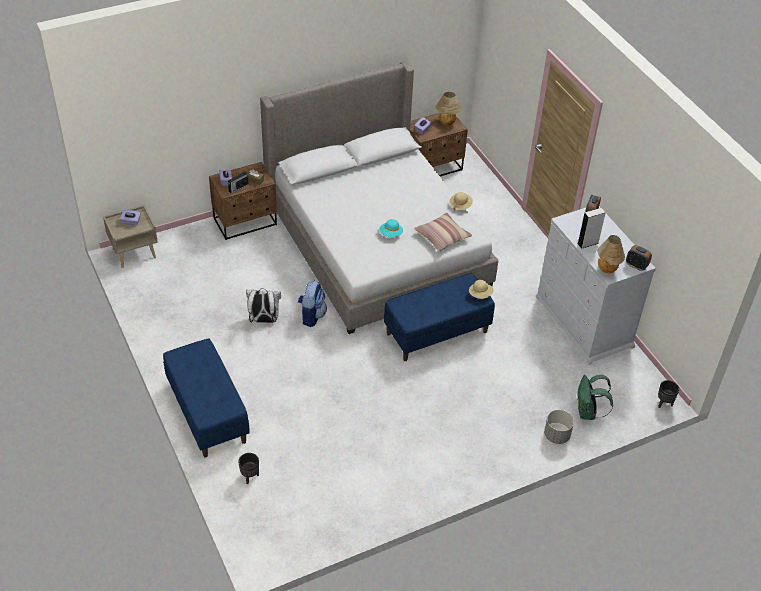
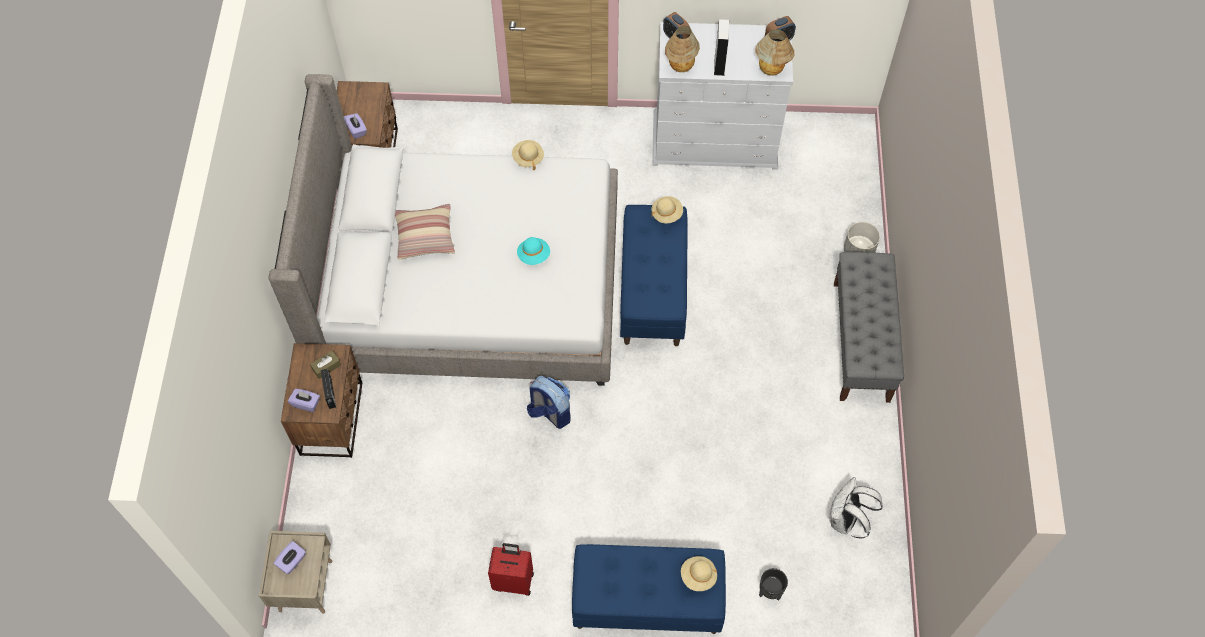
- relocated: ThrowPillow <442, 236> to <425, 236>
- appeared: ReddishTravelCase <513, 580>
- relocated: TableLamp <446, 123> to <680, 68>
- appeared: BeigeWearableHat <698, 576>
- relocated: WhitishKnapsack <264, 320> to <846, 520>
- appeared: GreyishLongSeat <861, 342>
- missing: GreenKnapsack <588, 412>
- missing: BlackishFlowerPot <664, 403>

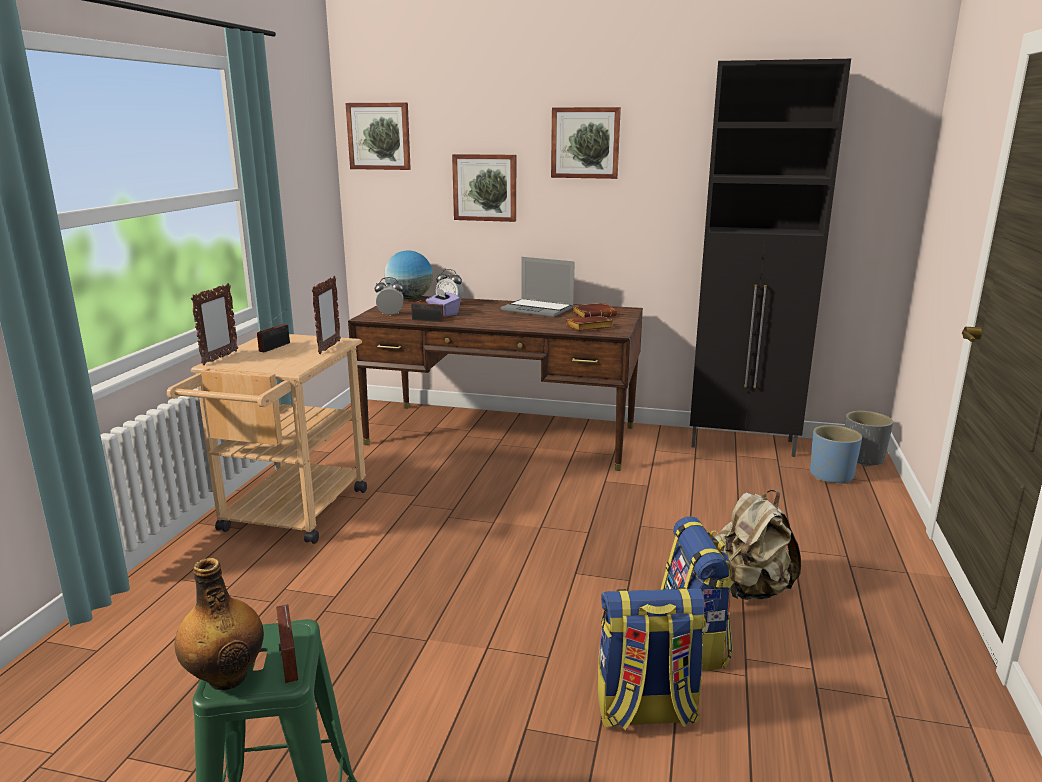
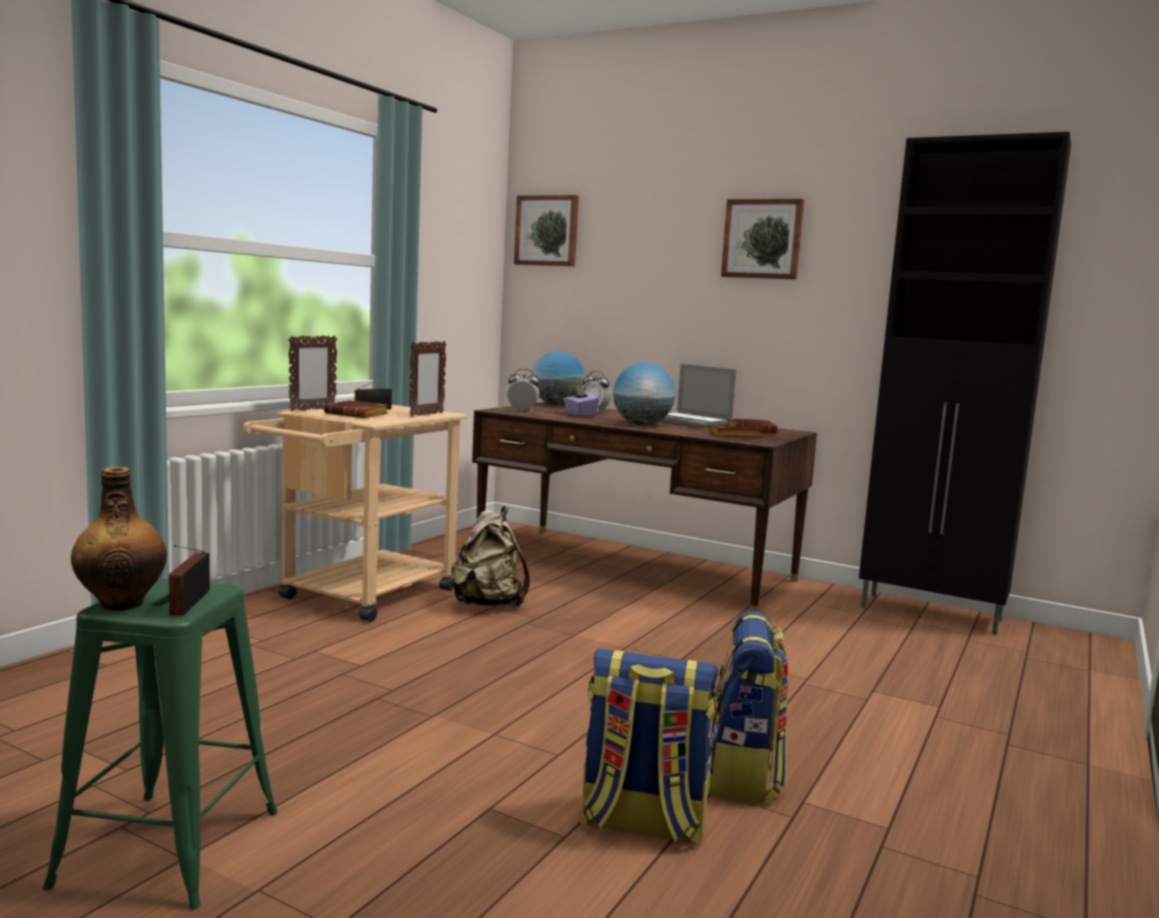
- appeared: BrownishBoundBook <358, 415>
- relocated: BeigeKnapsack <750, 589> to <488, 604>
- appeared: DeskGlobe <642, 424>
- missing: RadioSet <429, 320>
- missing: WallArt <485, 187>
- missing: BluishFlowerPot <831, 476>
- missing: GreyishFlowerPot <863, 459>

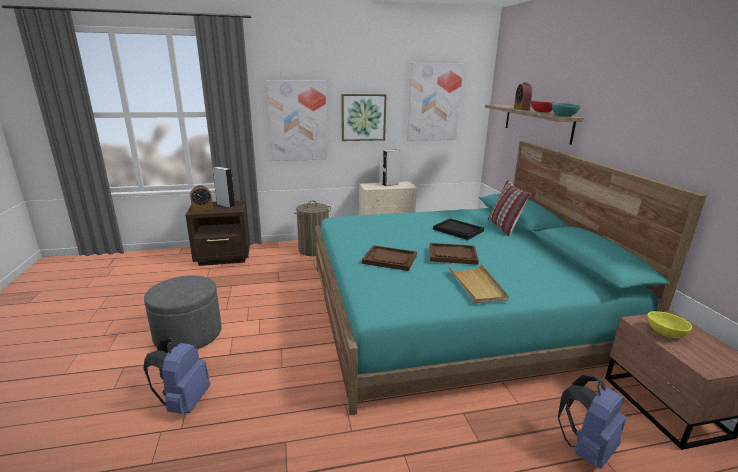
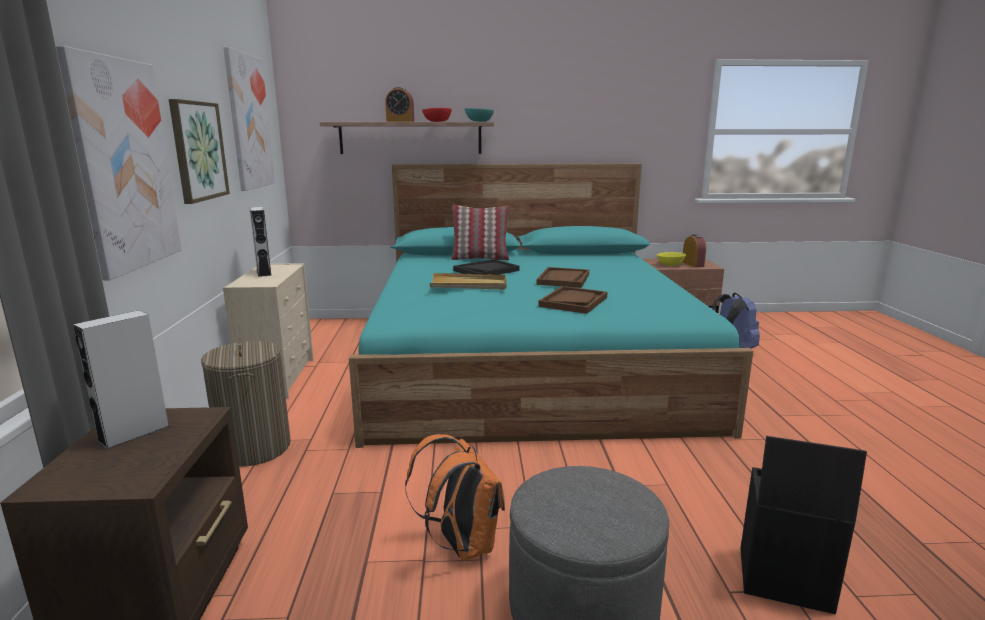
- appeared: OrangeKnapsack <461, 544>
- relocated: BeigeTray <477, 286> to <469, 285>
- relocated: AlarmClock <202, 208> to <692, 264>
- exchanged: BluishKnapsack <184, 402> to BlackishStorageBin <782, 579>

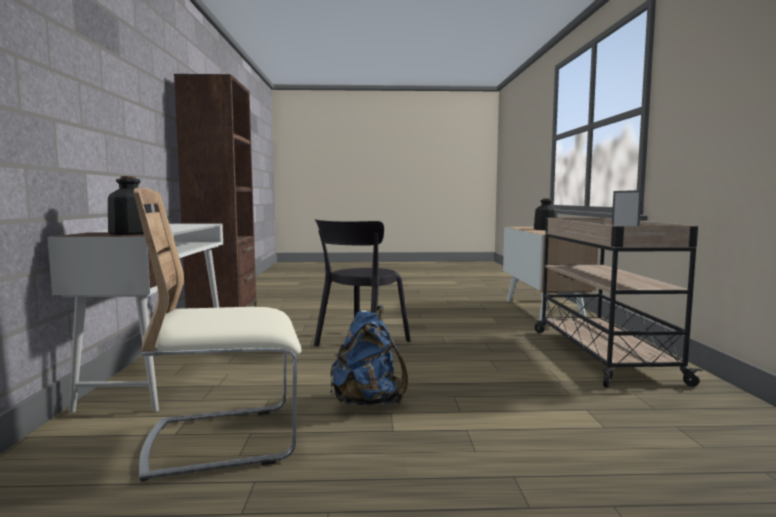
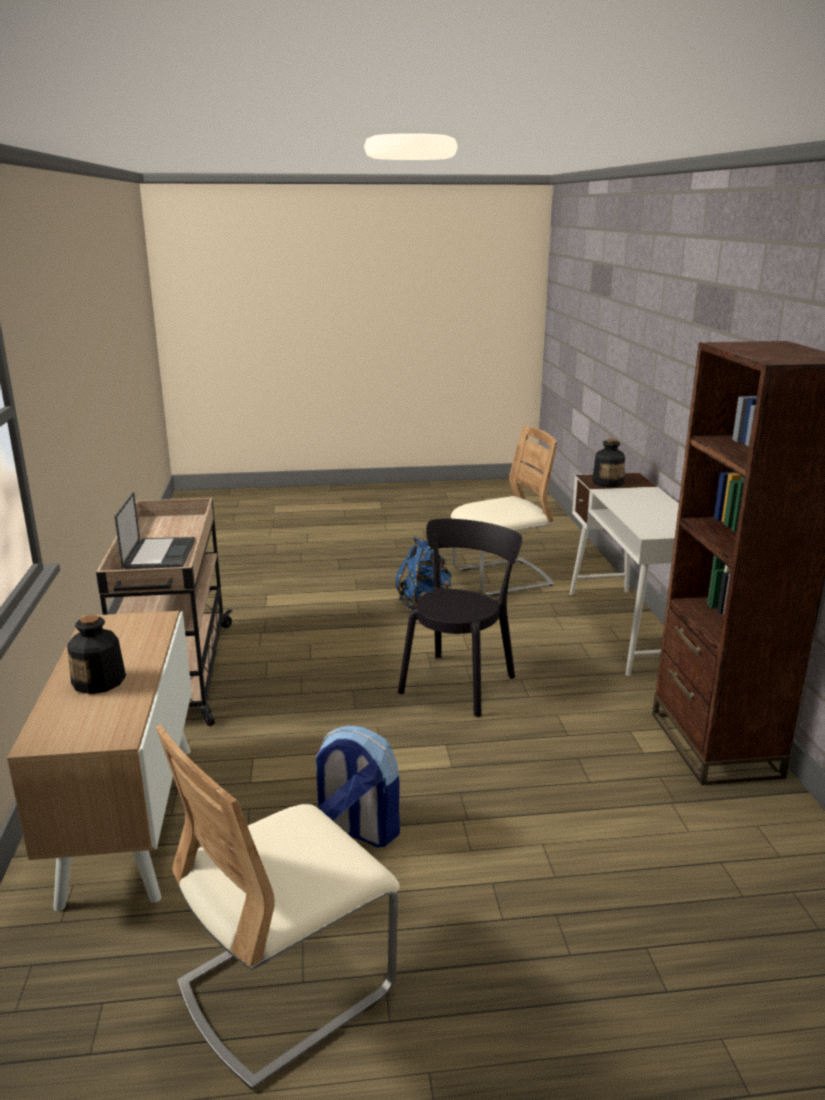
- appeared: BeigeChair <286, 987>
- appeared: Knapsack <357, 829>

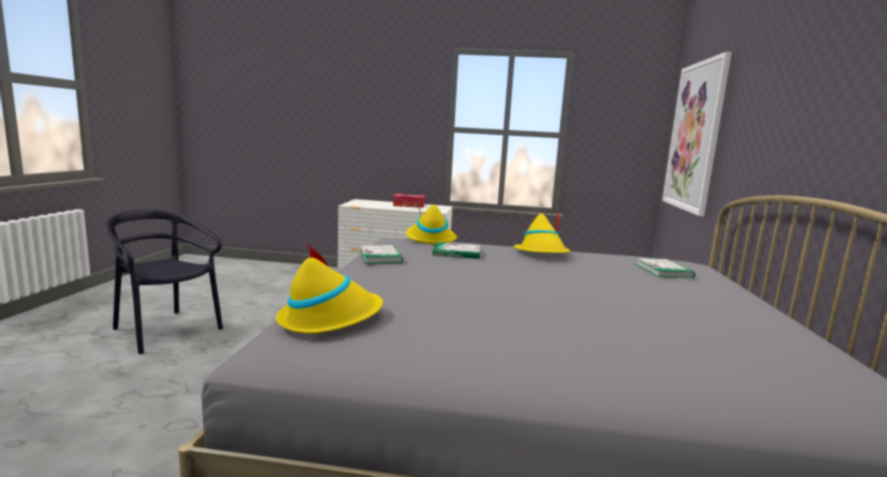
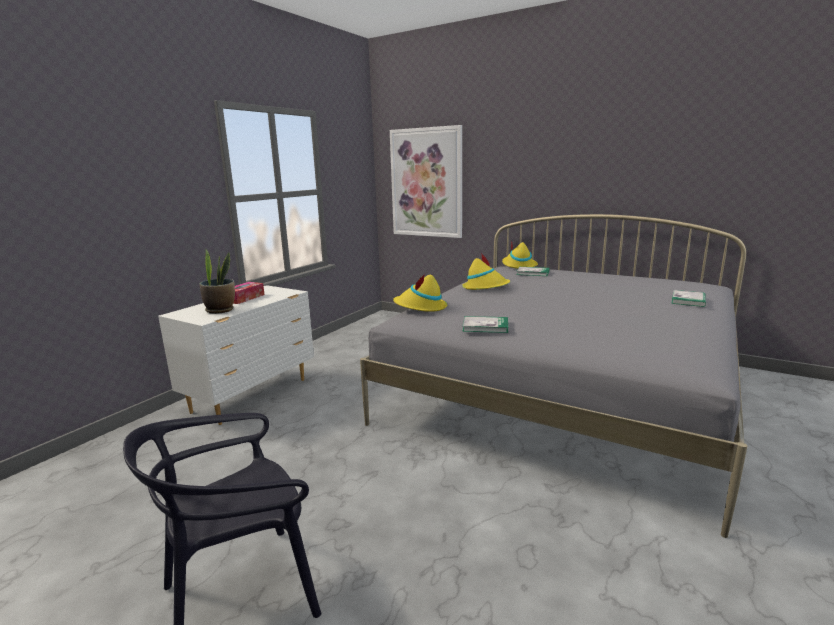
- appeared: PottedPlant <220, 310>
- relocated: YellowWearableHat <330, 319> to <518, 265>
- relocated: BoundBook <457, 253> to <688, 300>

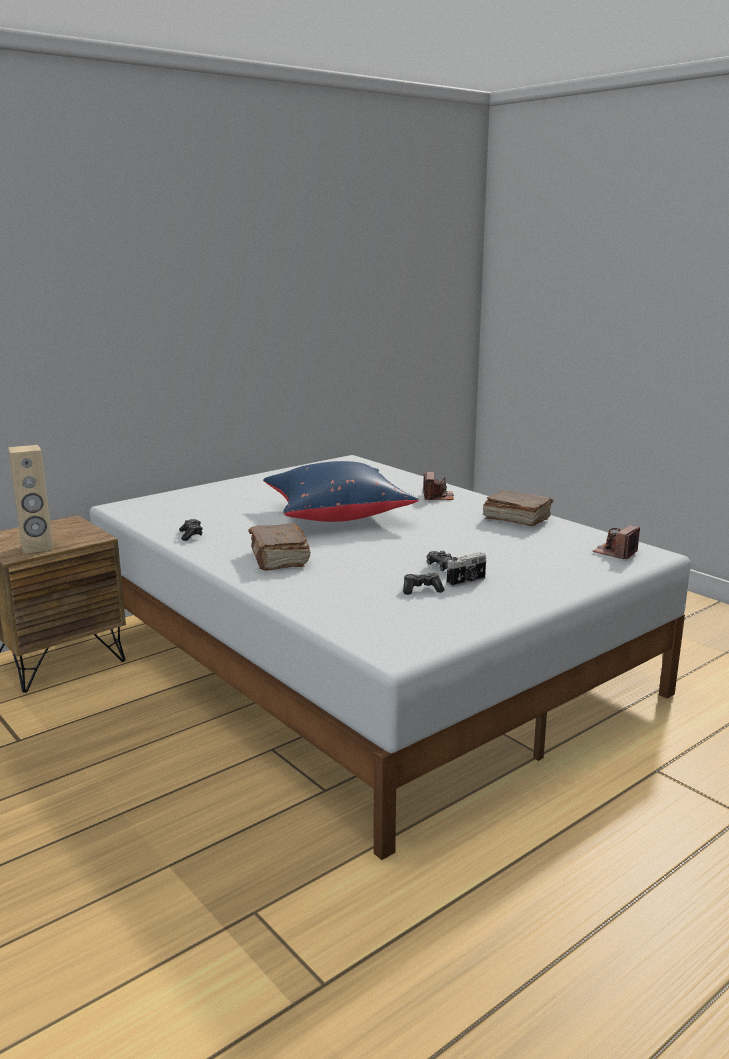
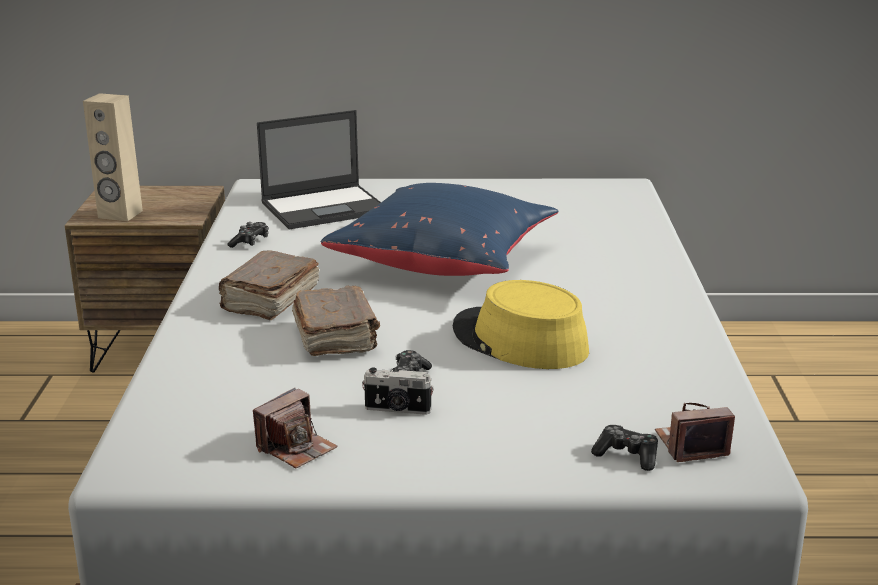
- relocated: StillCamera <438, 497> to <296, 448>
- appeared: NotebookComputer <325, 207>
- relocated: BrownishBoundBook <516, 519> to <336, 338>
- appeared: YellowWearableHat <519, 341>
- relocated: Joypad <421, 589> to <627, 455>

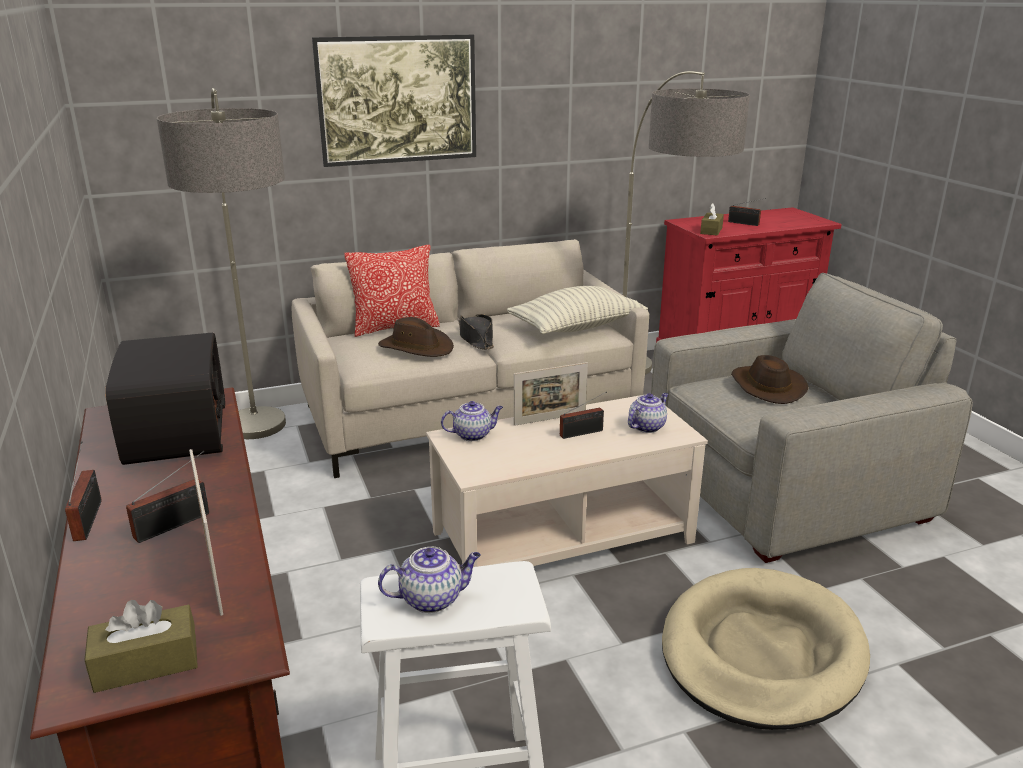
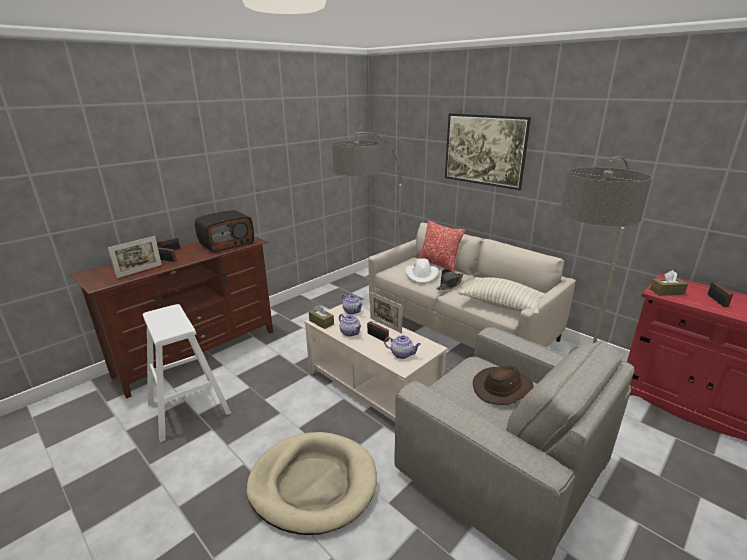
- relocated: BrownishBoxOfTissues <146, 663> to <321, 322>
- relocated: Teapot <432, 599> to <350, 333>
- colour: BrownishWearableHat <416, 347> to WhitishWearableHat <422, 274>

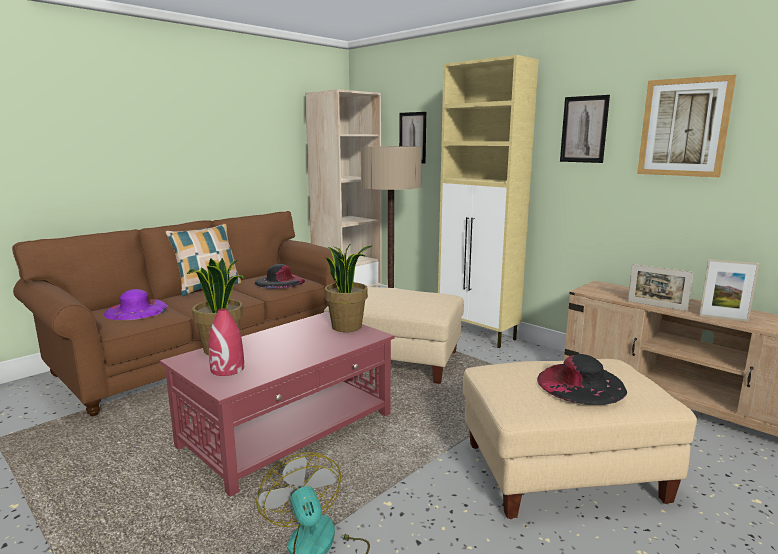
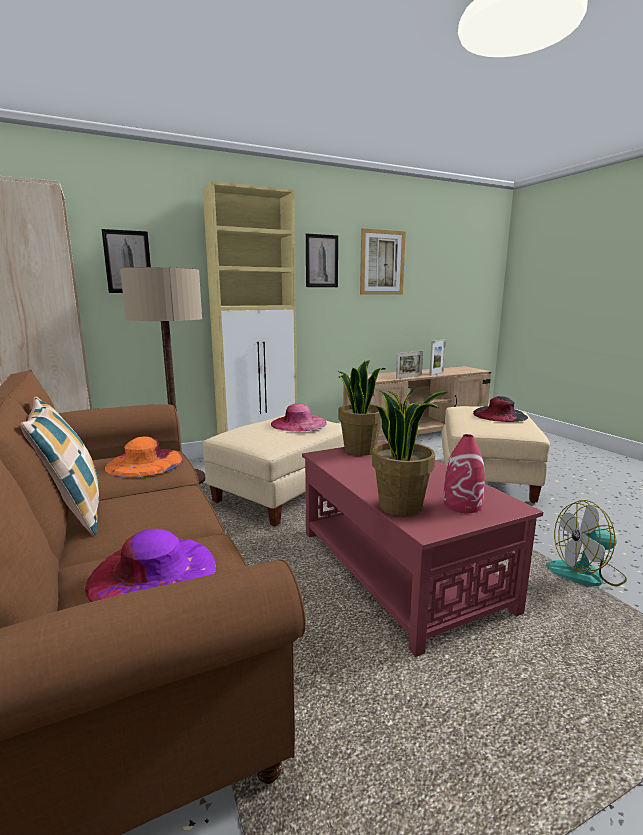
- colour: BlackishWearableHat <280, 281> to OrangeWearableHat <145, 463>
- appeared: PinkishWearableHat <298, 423>

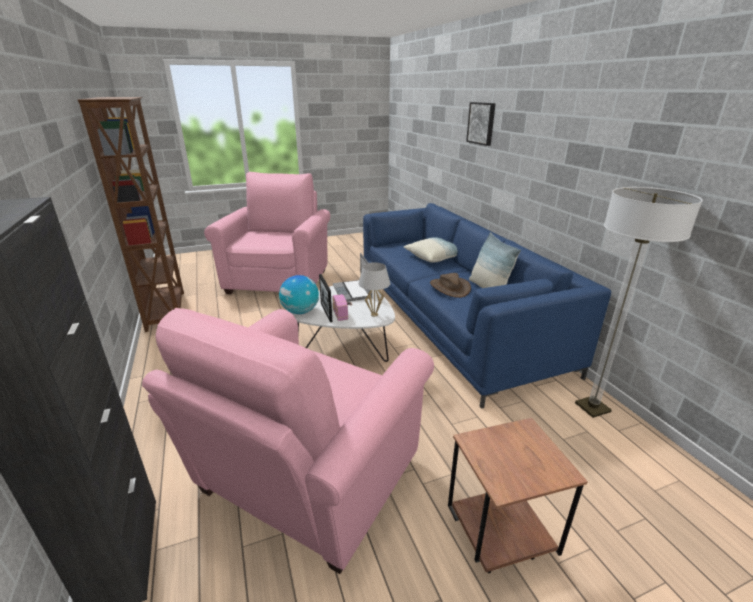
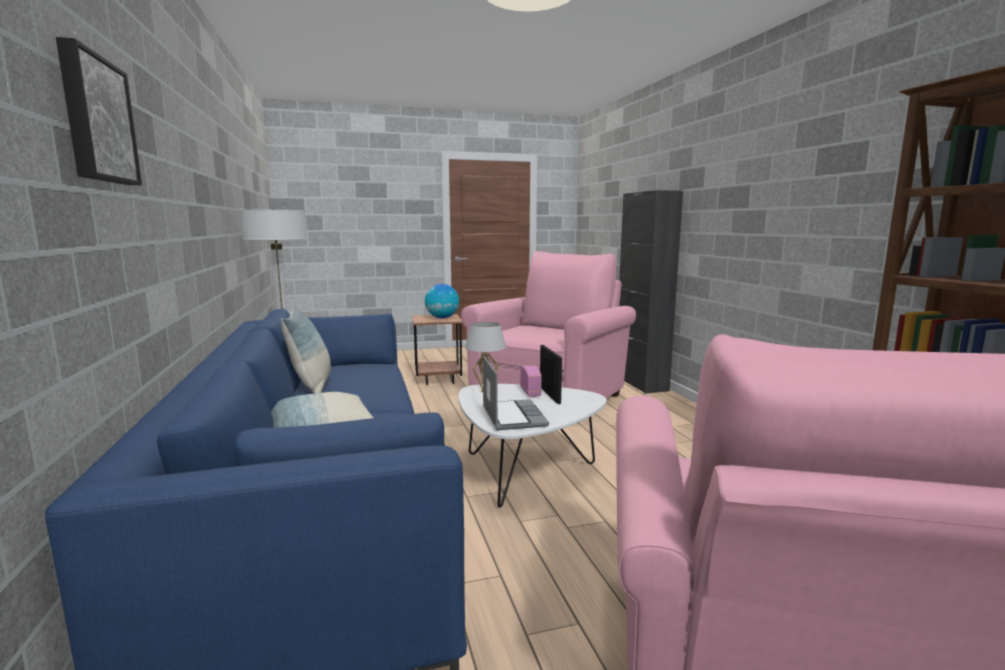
- relocated: DeskGlobe <300, 311> to <442, 318>
- missing: BrownishWearableHat <449, 288>

